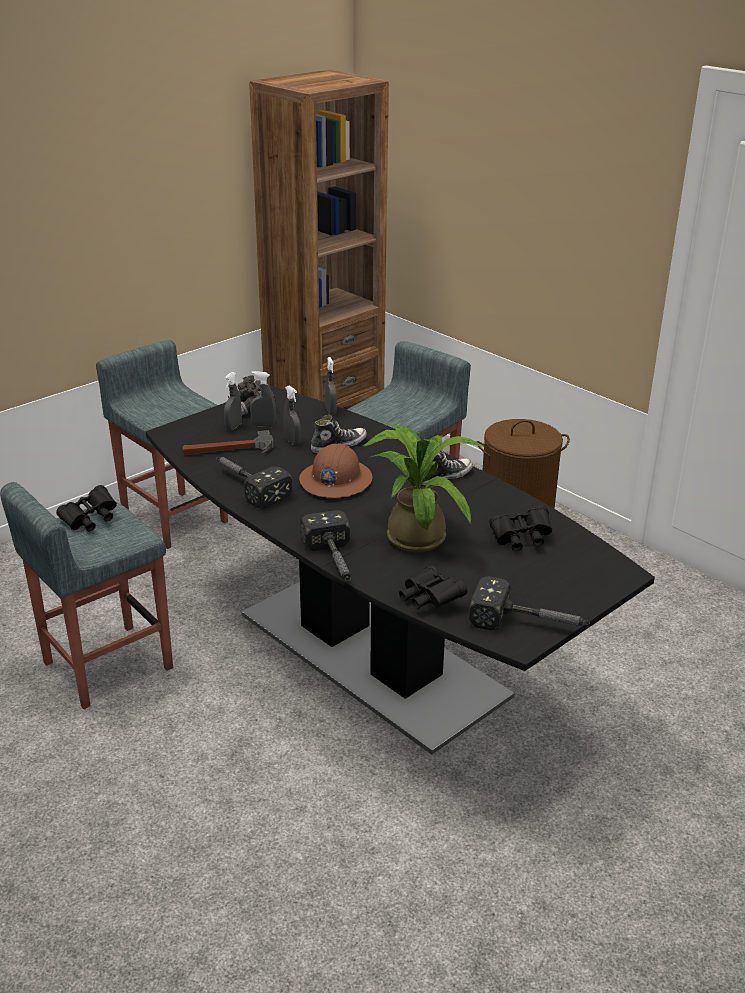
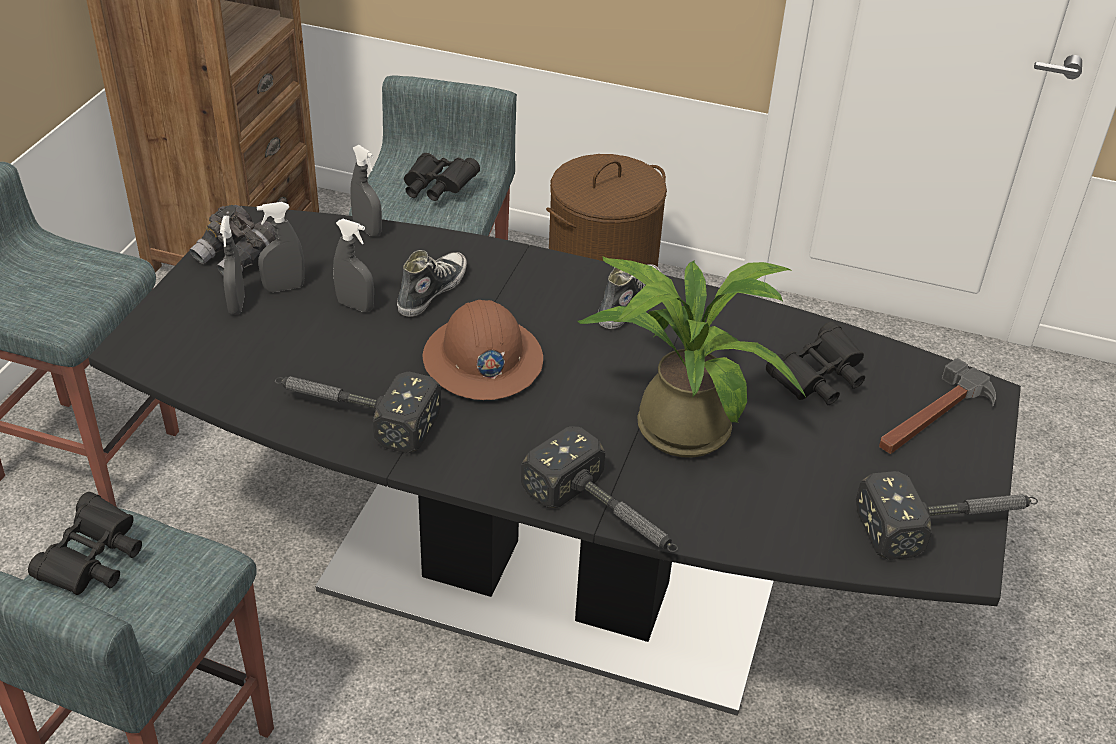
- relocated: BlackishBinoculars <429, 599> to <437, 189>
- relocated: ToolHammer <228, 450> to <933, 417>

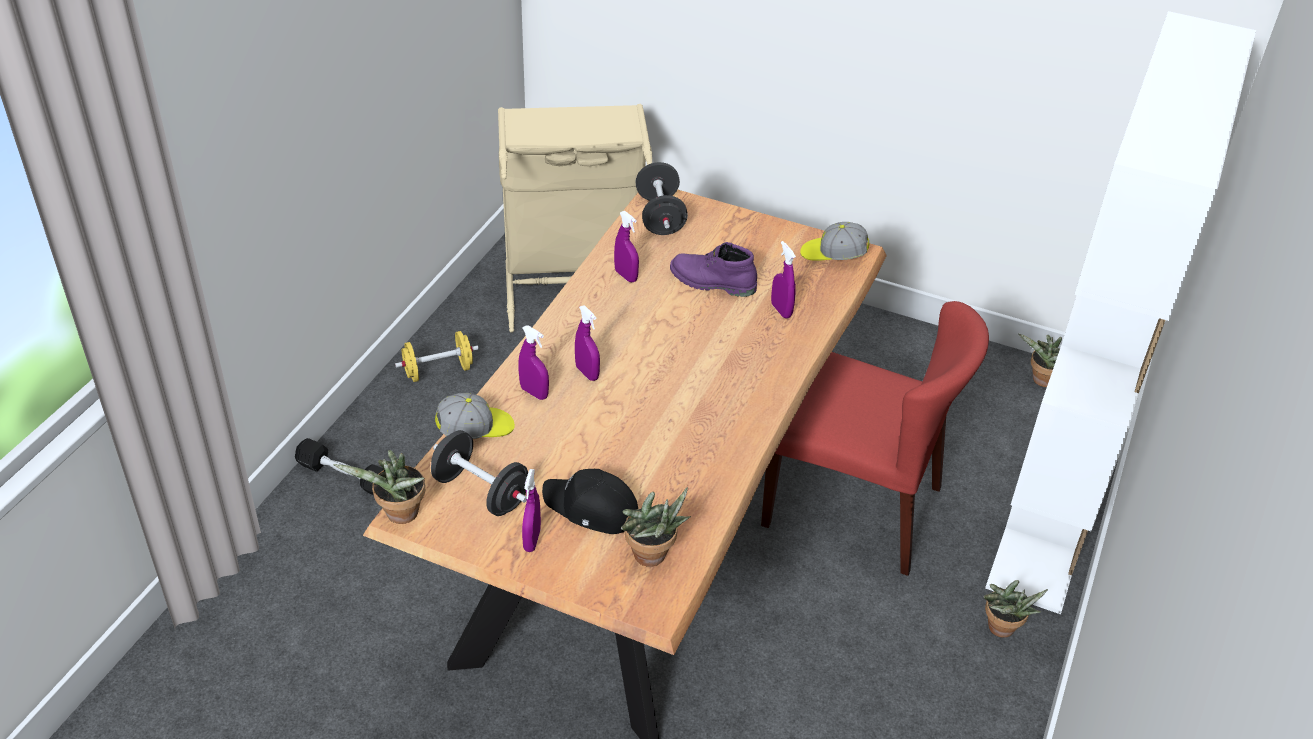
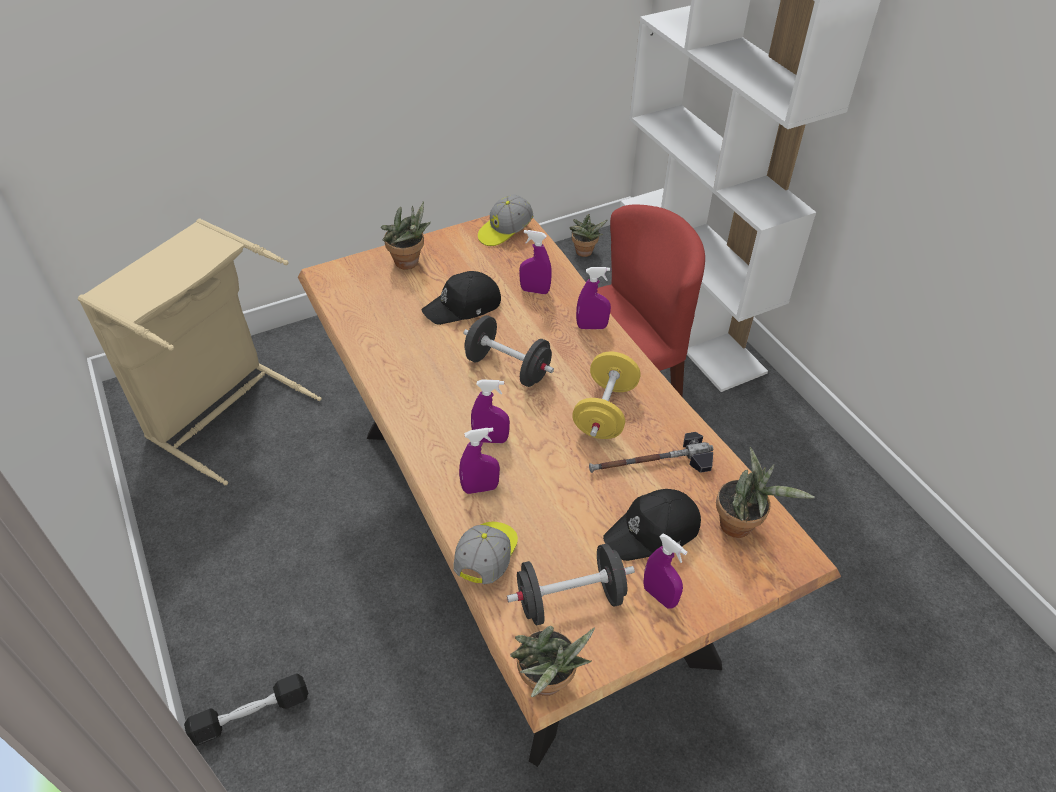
- relocated: PottedPlant <1001, 631> to <409, 264>
- exchanged: PurpleColouredBoot <711, 282> to BlackishPeakedCap <464, 306>
- relocated: BlackishFreeWeight <660, 216> to <508, 368>
- relocated: YellowFreeWeight <438, 371> to <605, 412>
- relocated: PurpleColouredSprayBottle <626, 276> to <592, 327>
- appeared: ToolHammer <651, 464>

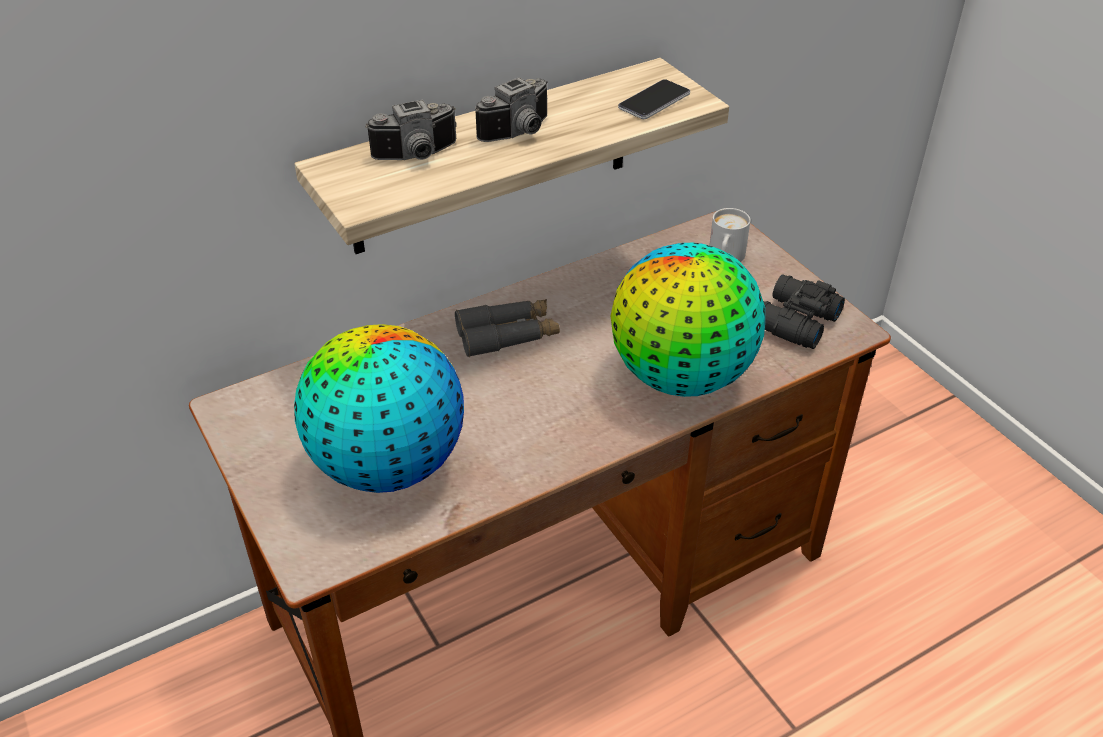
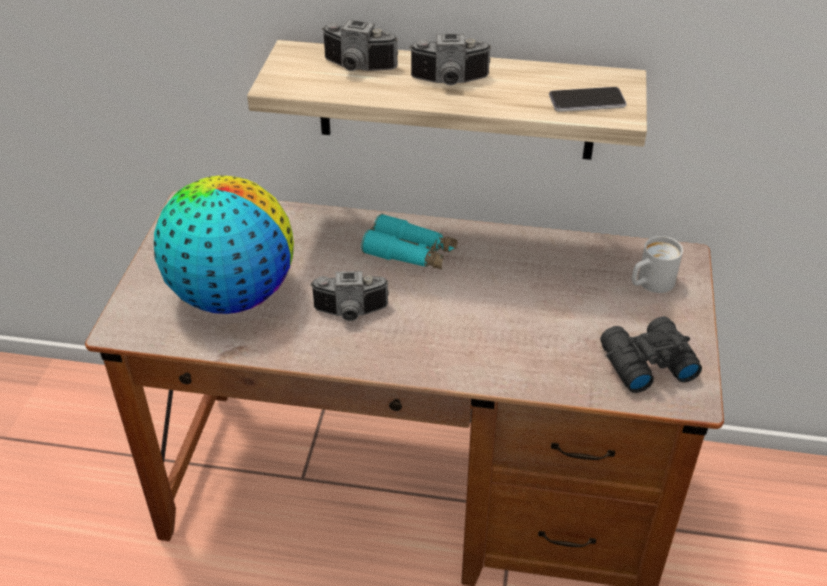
- appeared: StillCamera <350, 313>
- colour: GreyishBinoculars <507, 335> to TurquoiseBinoculars <410, 253>
- missing: DeskGlobe <682, 376>

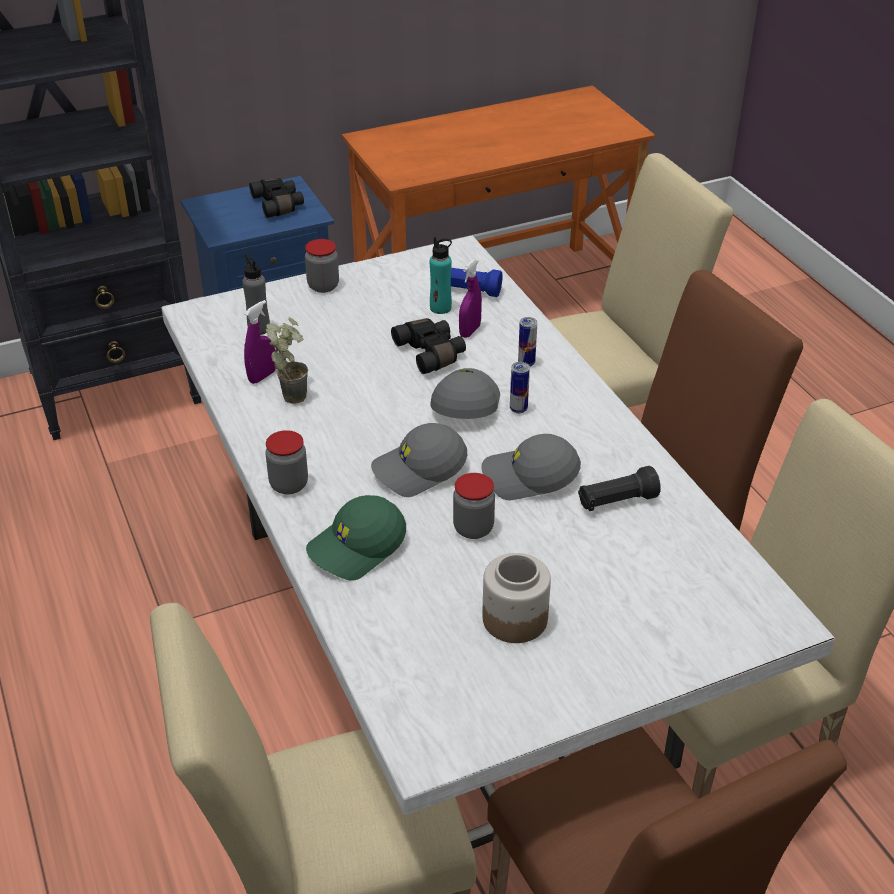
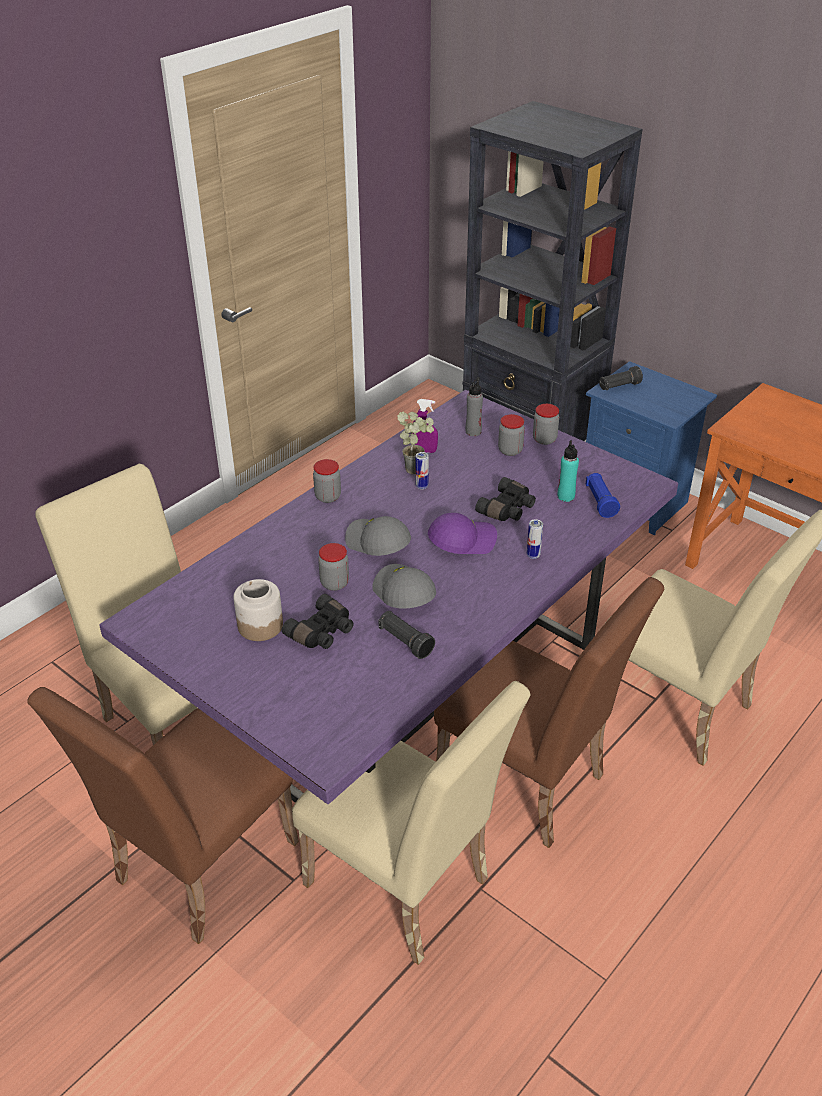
- colour: WhitishDiningTable <448, 644> to PurpleColouredDiningTable <411, 696>
- relocated: BlackishBinoculars <279, 205> to <322, 632>
- relocated: MetalCan <518, 409> to <422, 486>
- colour: GreyishPeakedCap <463, 403> to PurpleColouredPeakedCap <462, 540>
- appeared: Jar <510, 450>
- appeared: BlackishHandTorch <618, 386>
- missing: GreenPeakedCap <357, 548>
- missing: PurpleColouredSprayBottle <470, 331>

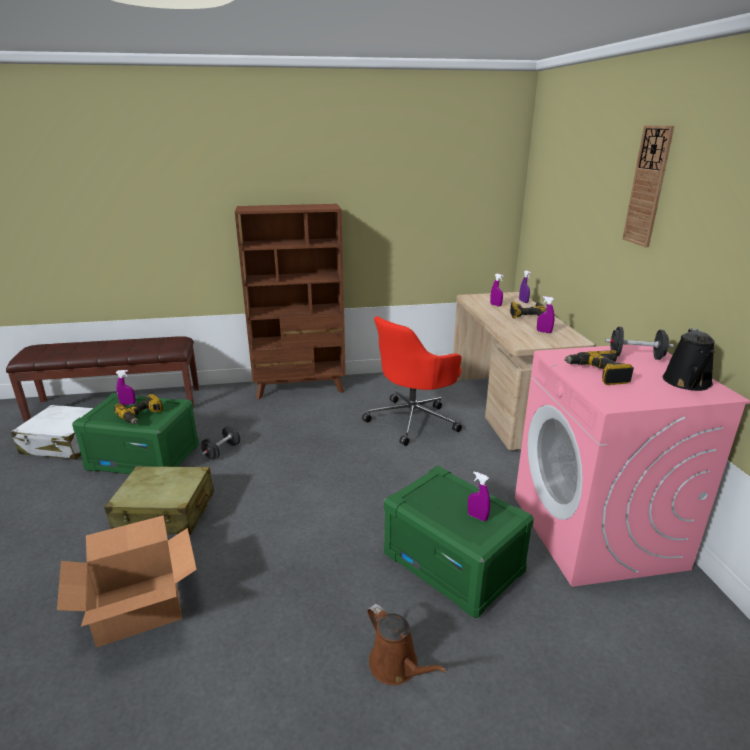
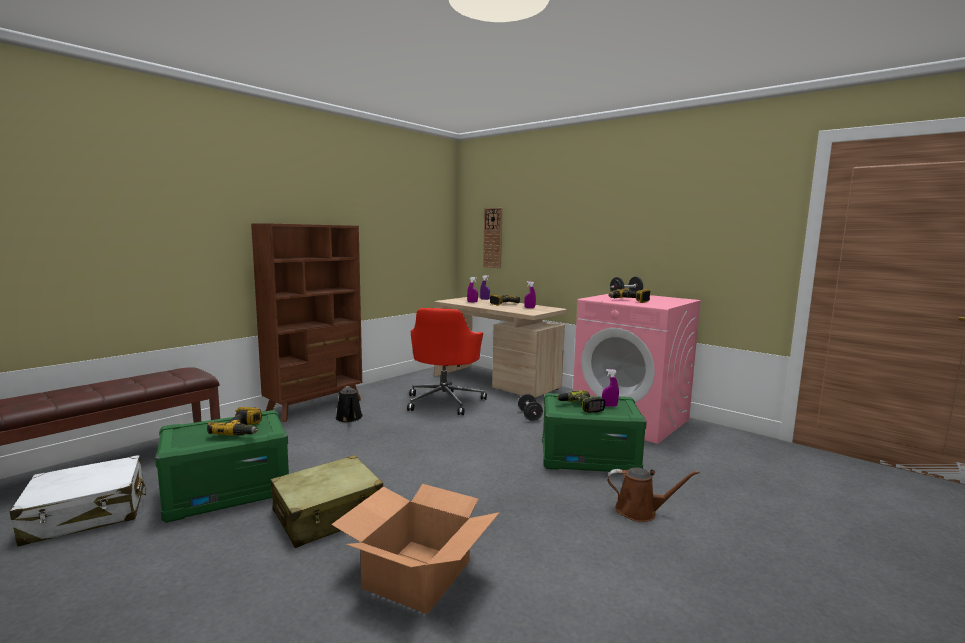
- relocated: BlackishWateringCan <688, 383> to <349, 418>
- relocated: WallClock <648, 186> to <493, 238>
- relocated: BlackishFreeWeight <222, 451> to <529, 416>
- appeared: Drill <580, 407>
- missing: PurpleColouredSprayBottle <128, 404>

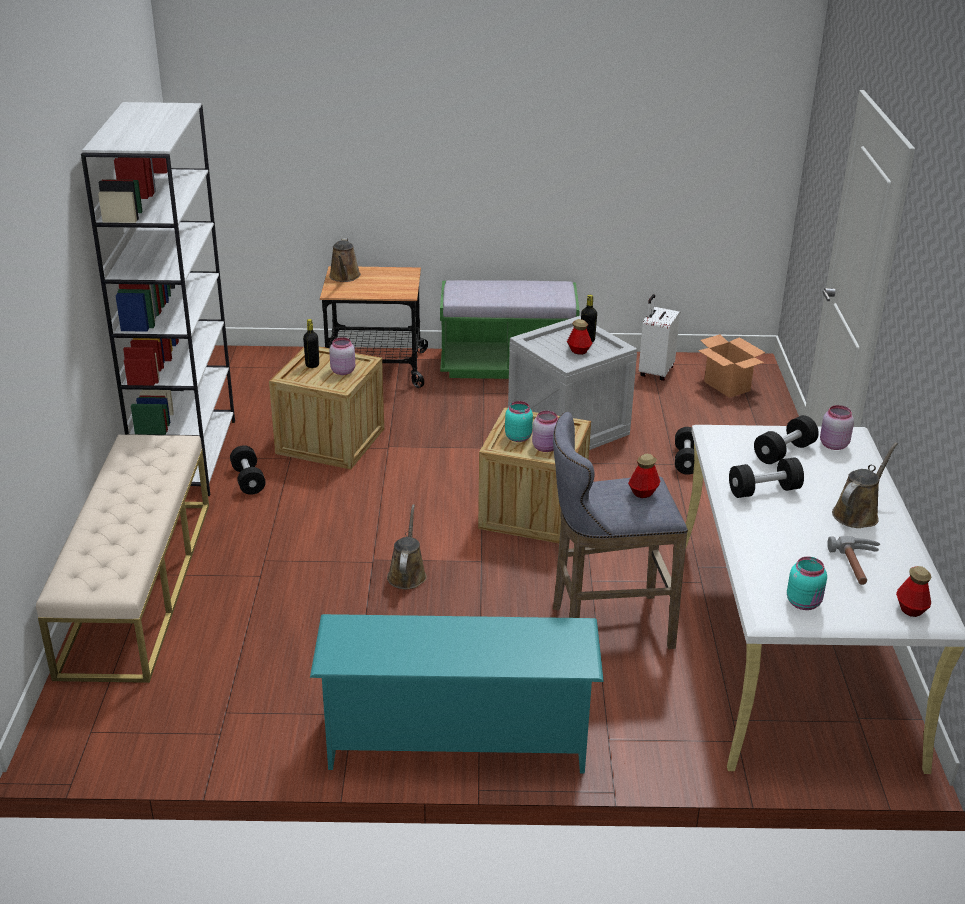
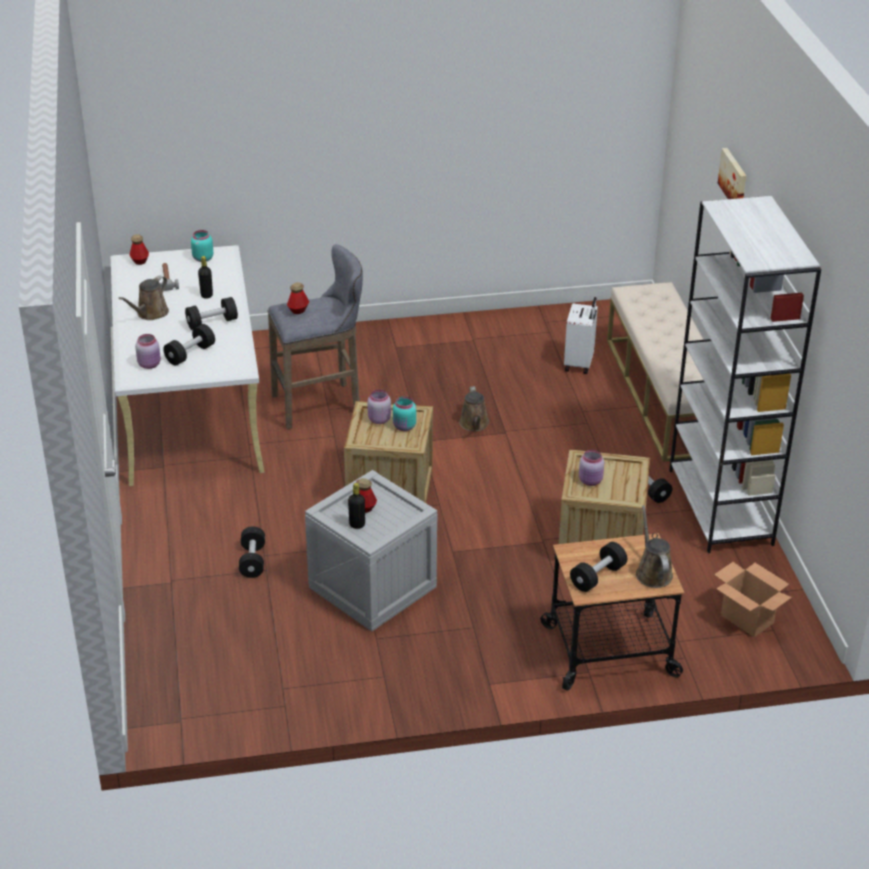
- relocated: BlackishDrinkBottle <312, 365> to <206, 295>
- relocated: WhitishTravelCase <655, 372> to <579, 363>
- appeared: BlackishFreeWeight <597, 576>
- relocated: PackingBox <727, 386> to <746, 619>
- appeared: WallArt <734, 179>
- missing: TurquoiseShoeStand <456, 739>
- missing: GreenLongSeat <507, 366>

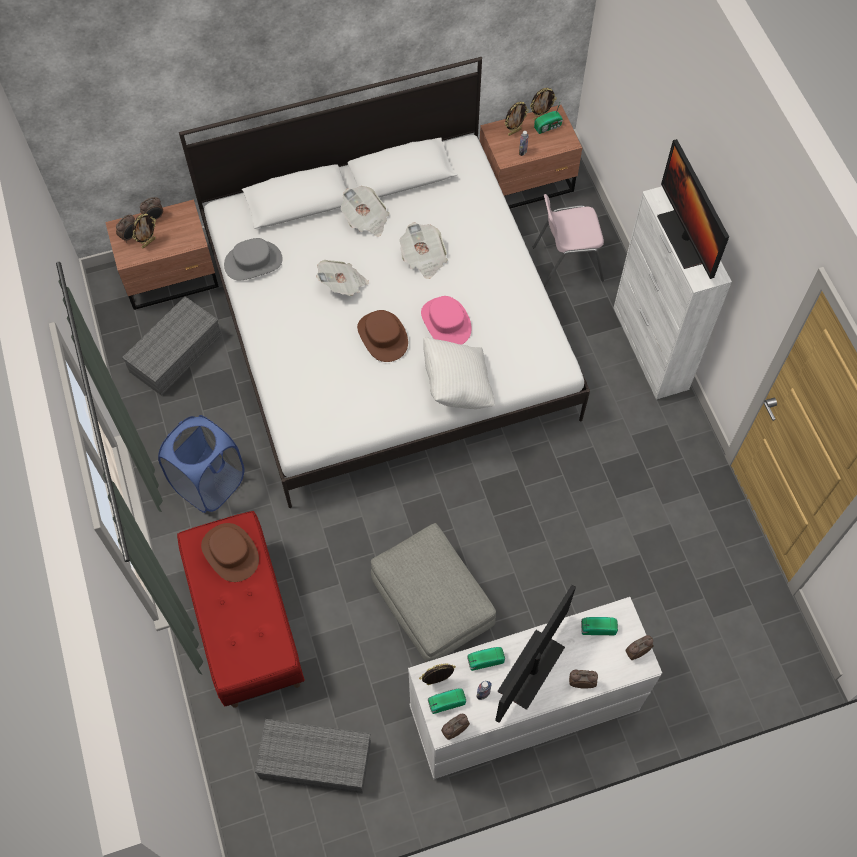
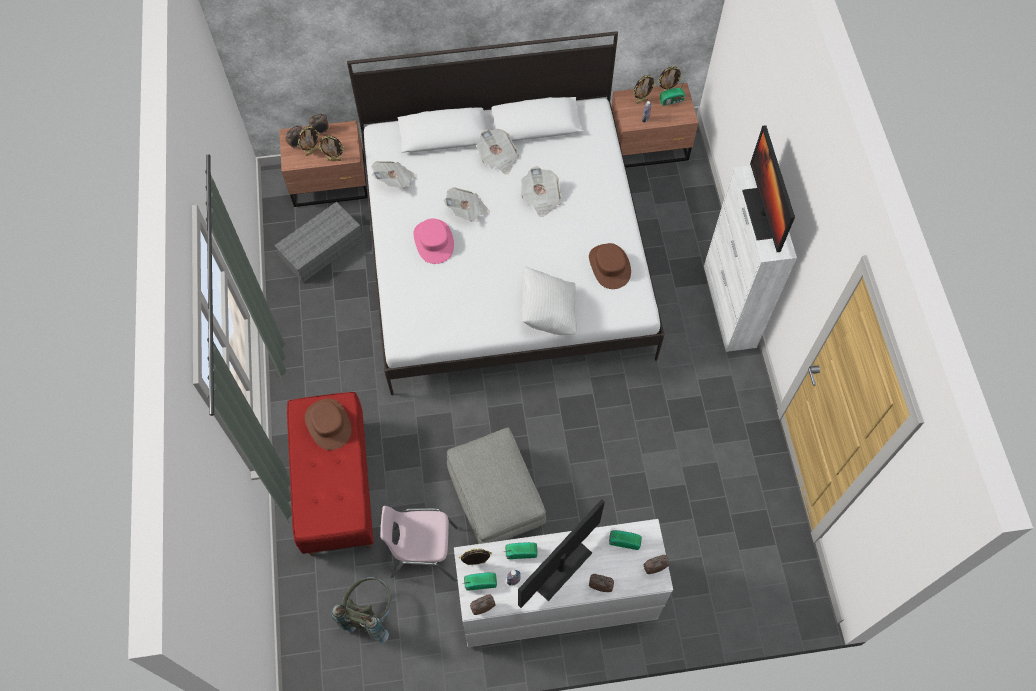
- appeared: PictureFrame <334, 159>
- exchanged: GreyishStorageBin <314, 761> to GreyishKnapsack <370, 613>
- exchanged: GreyishWearableHat <253, 262> to PrintedPaper <395, 180>
- relocated: PinkishChair <566, 262> to <423, 552>
- relocated: PinkishWearableHat <446, 322> to <434, 241>
- relocated: BrownishWearableHat <383, 336> to <609, 266>
- missing: BluishHamper <209, 483>

